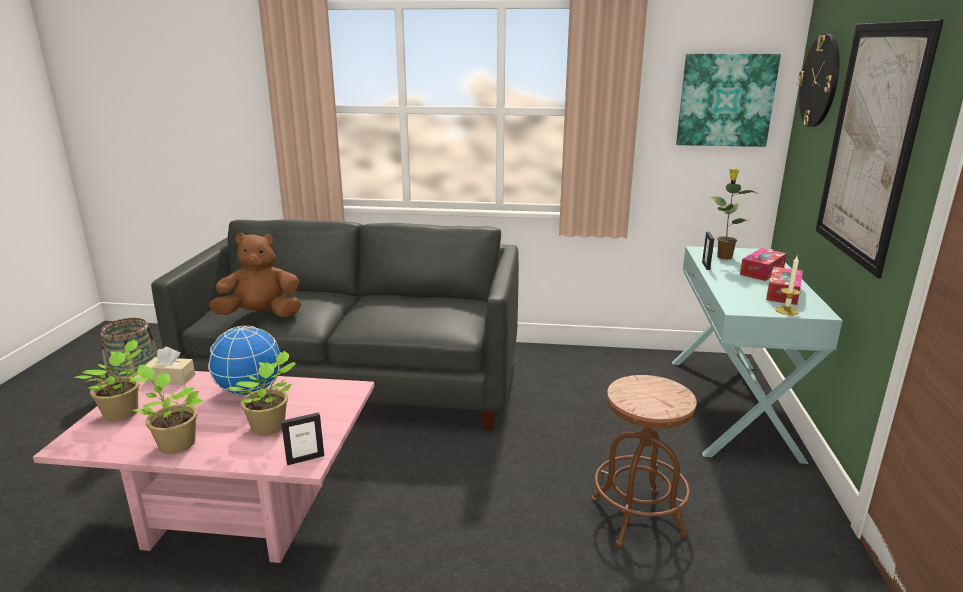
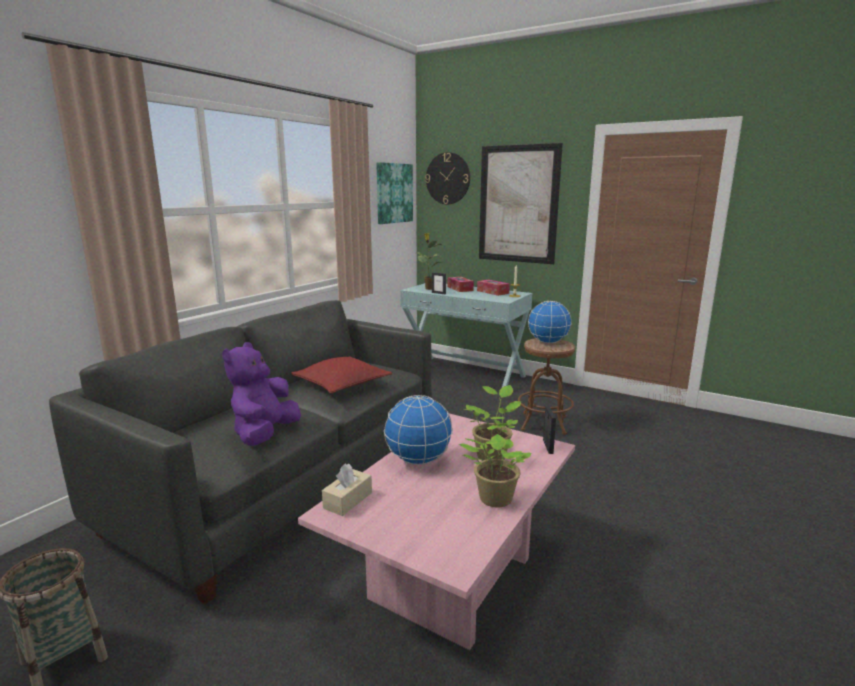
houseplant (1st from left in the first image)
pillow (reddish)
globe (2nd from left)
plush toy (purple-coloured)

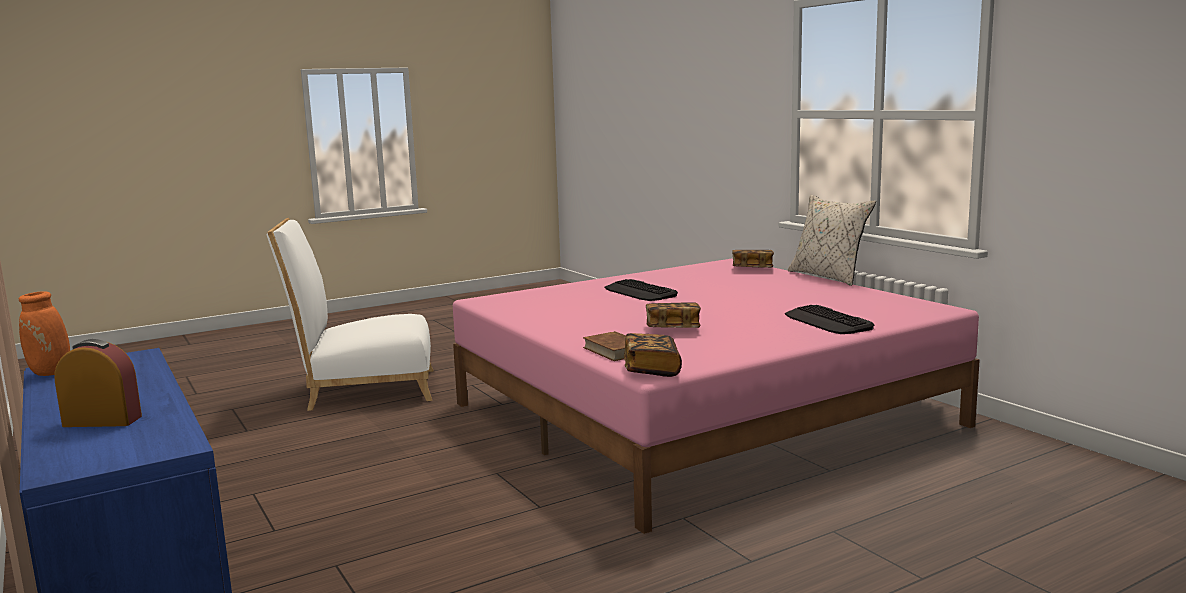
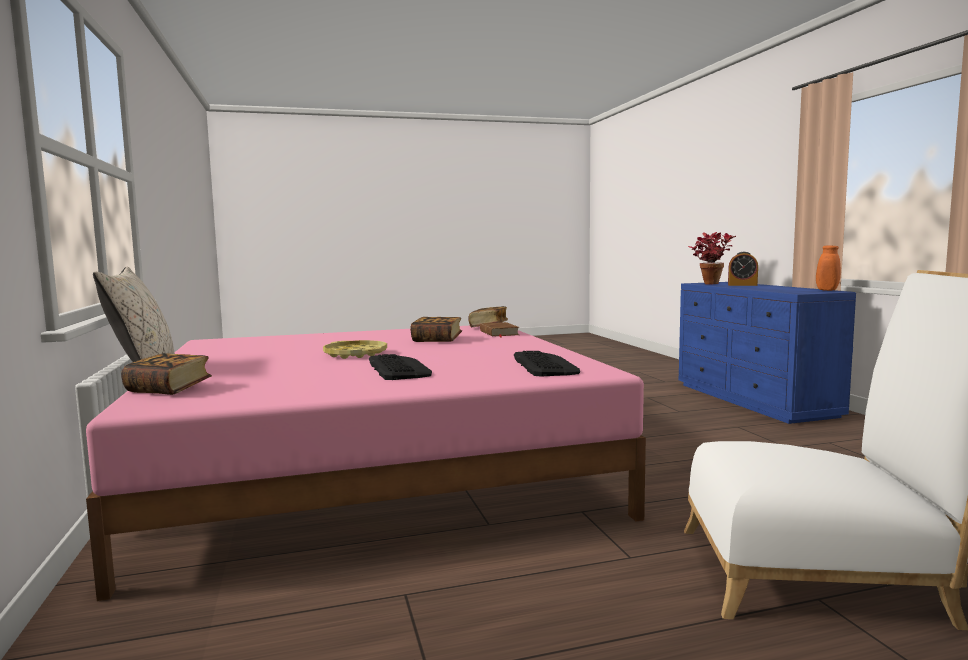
tray (yellow)
houseplant
keyboard (2nd from left)

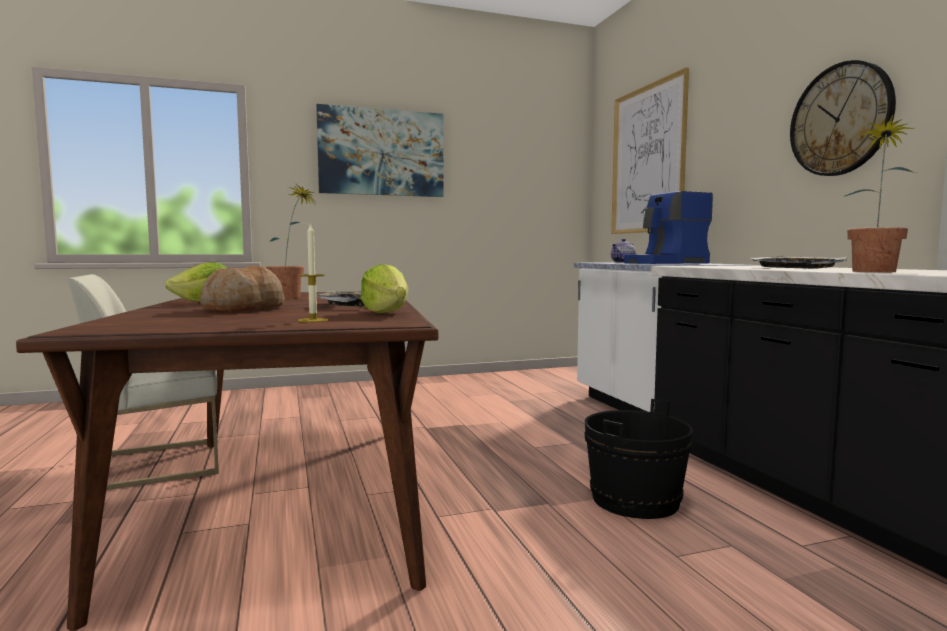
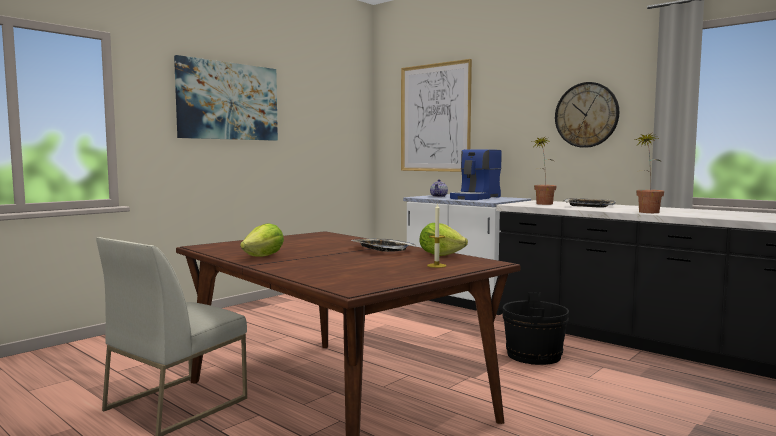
bakery bread
houseplant (1st from left)

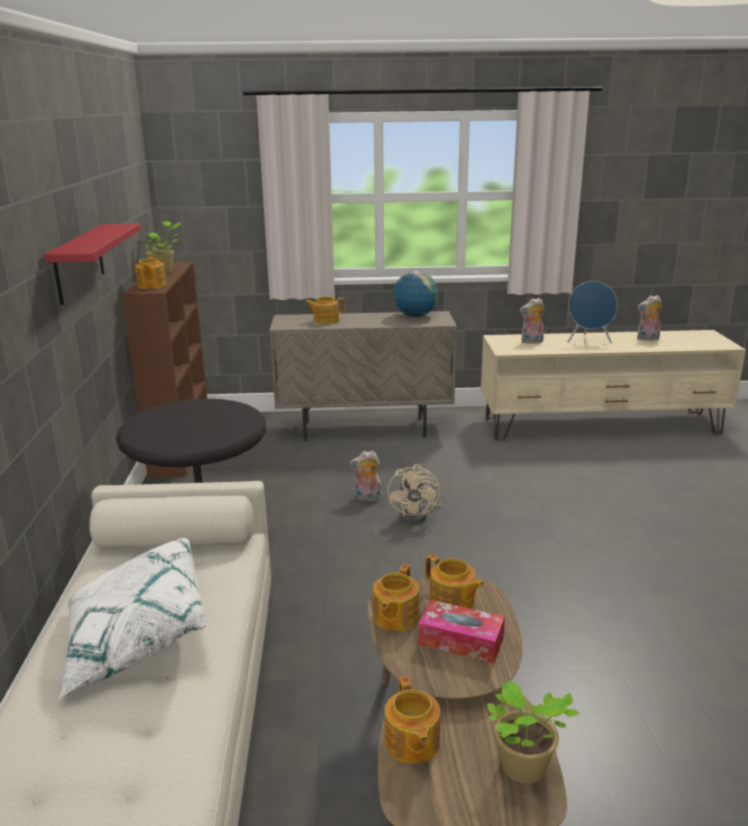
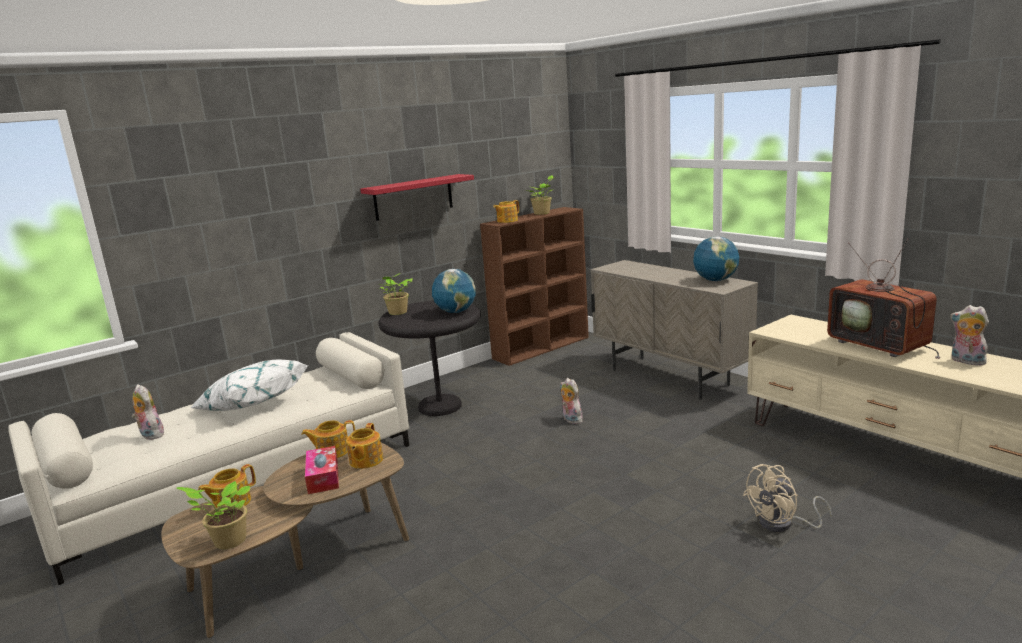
tea pot (2nd from left in the first image)
houseplant (2nd from left)
globe (1st from left)
cooling fan (beige)
plush toy (1st from left)
television

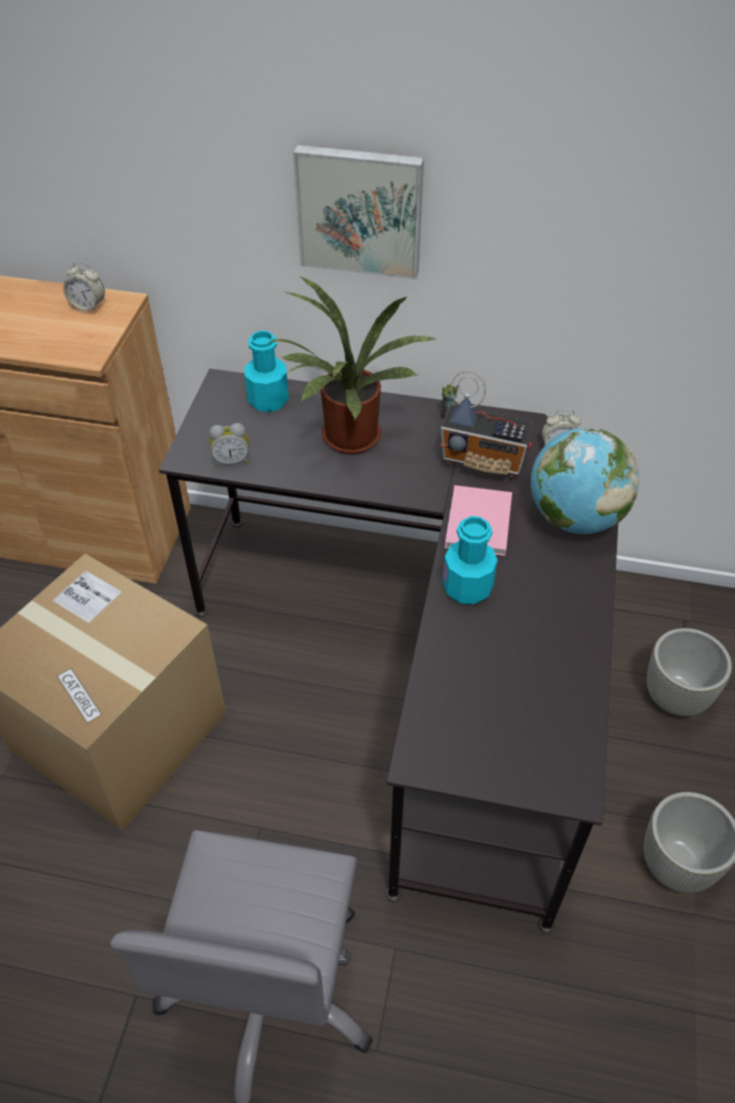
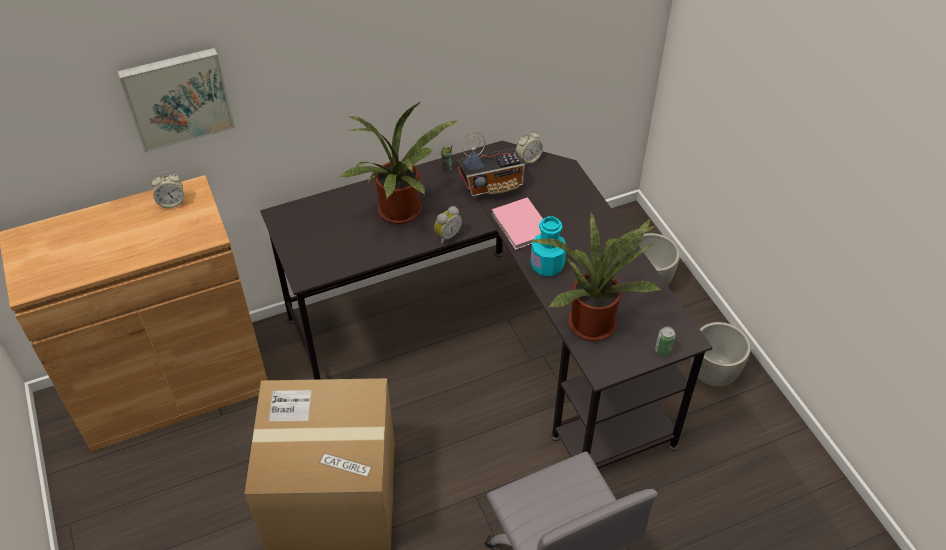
bottle (turquoise) (1st from left in the first image)
globe
houseplant (2nd from left)
can
bedside clock (2nd from left)
wall picture

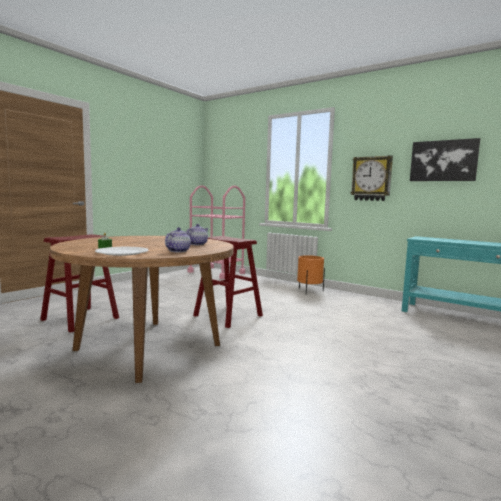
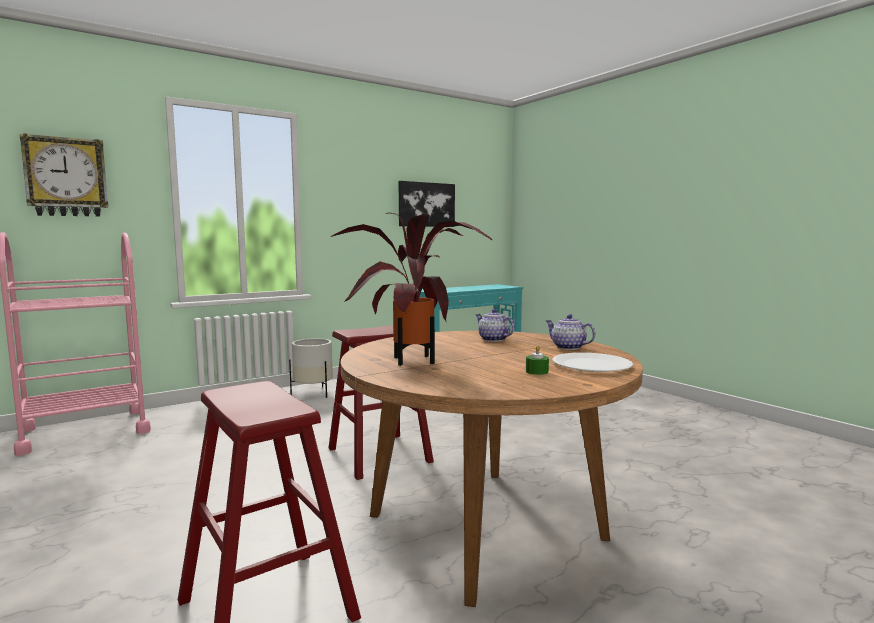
houseplant
wall clock
flower pot (white-coloured)

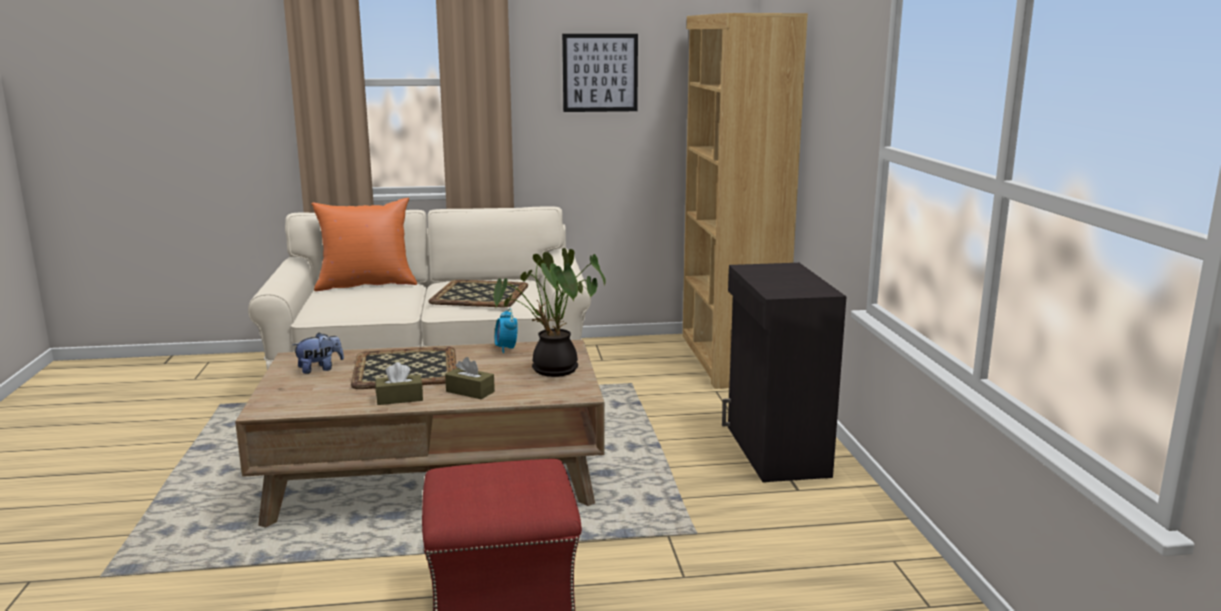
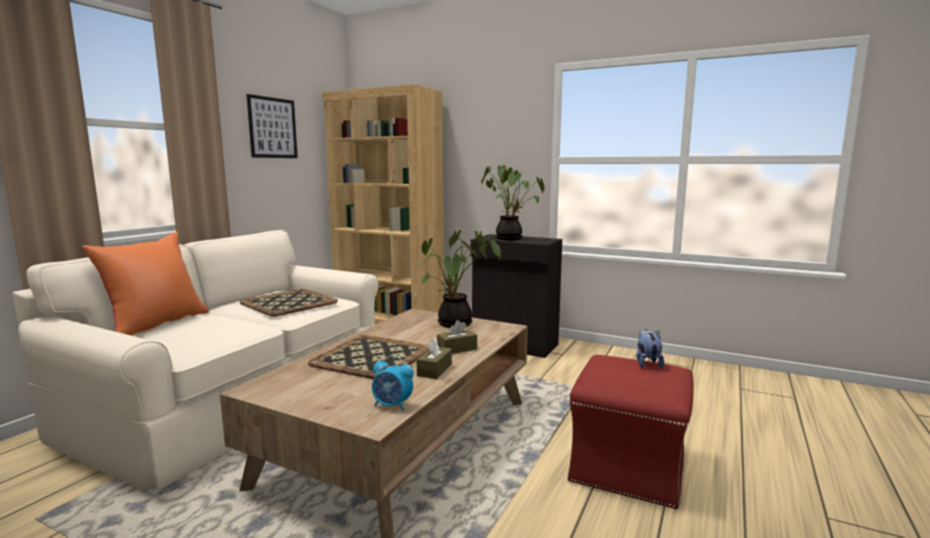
houseplant (2nd from left)
plush toy
bedside clock

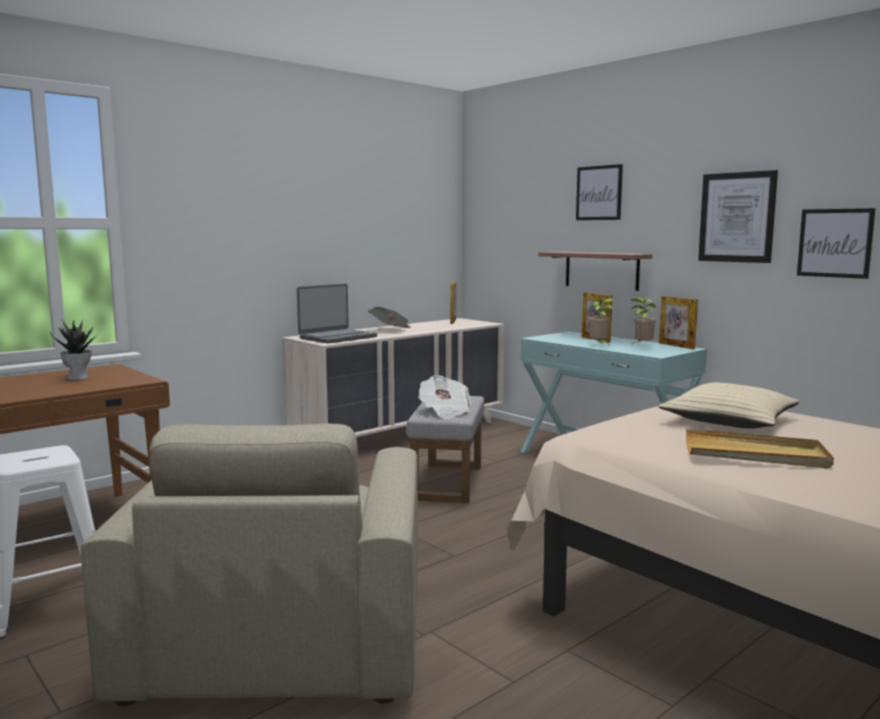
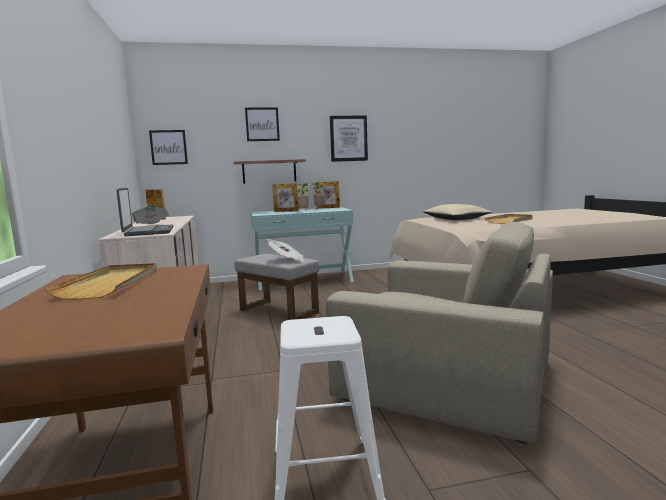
wall picture (1st from left)
tray (beige) (1st from left)

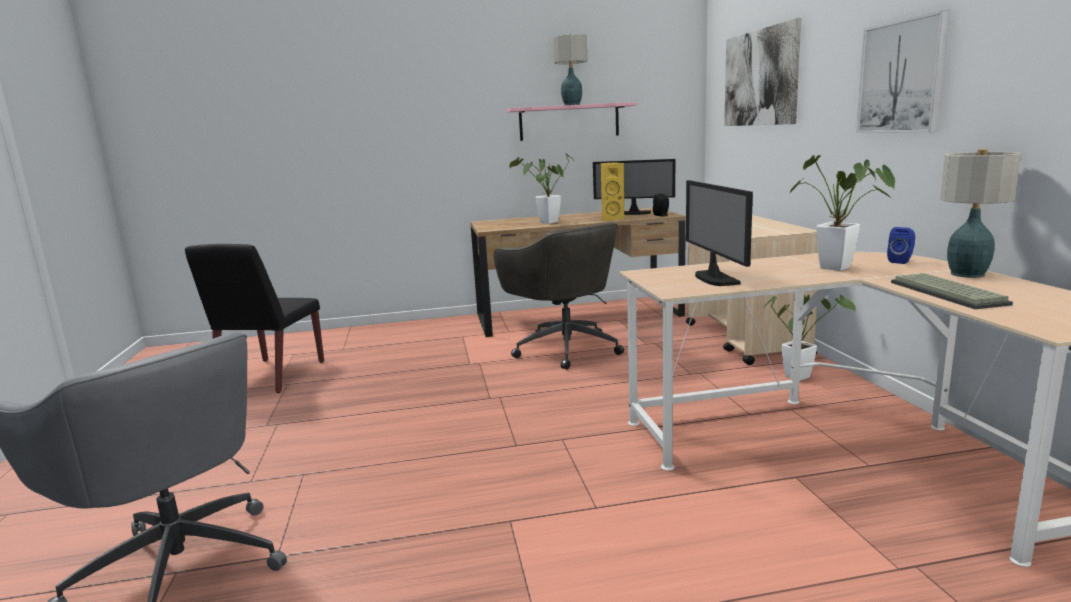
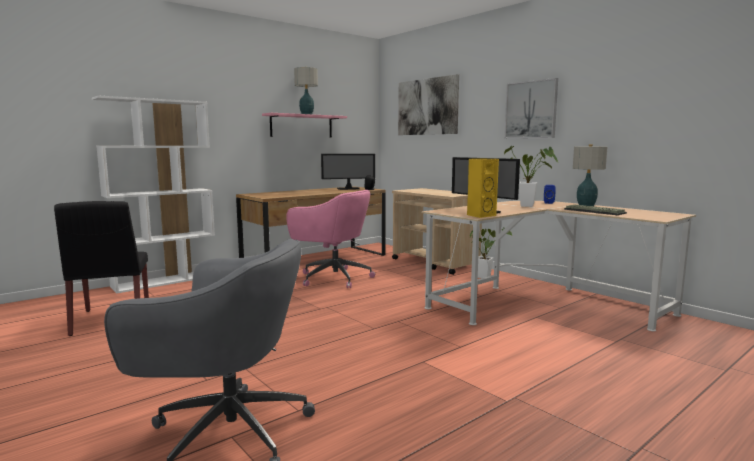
houseplant (1st from left in the first image)
shelving unit (white-coloured)
loudspeaker (yellow)
office chair (pinkish)

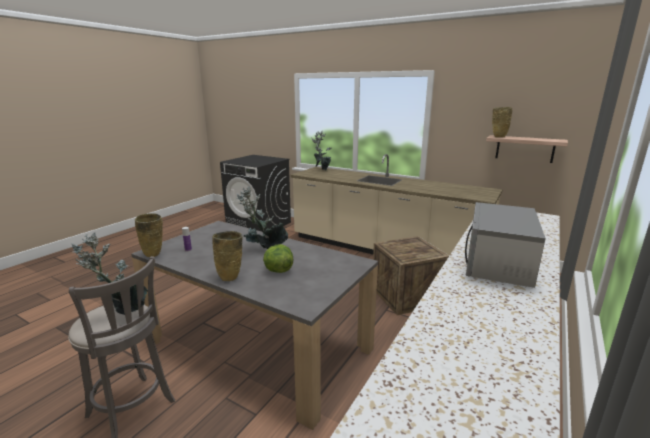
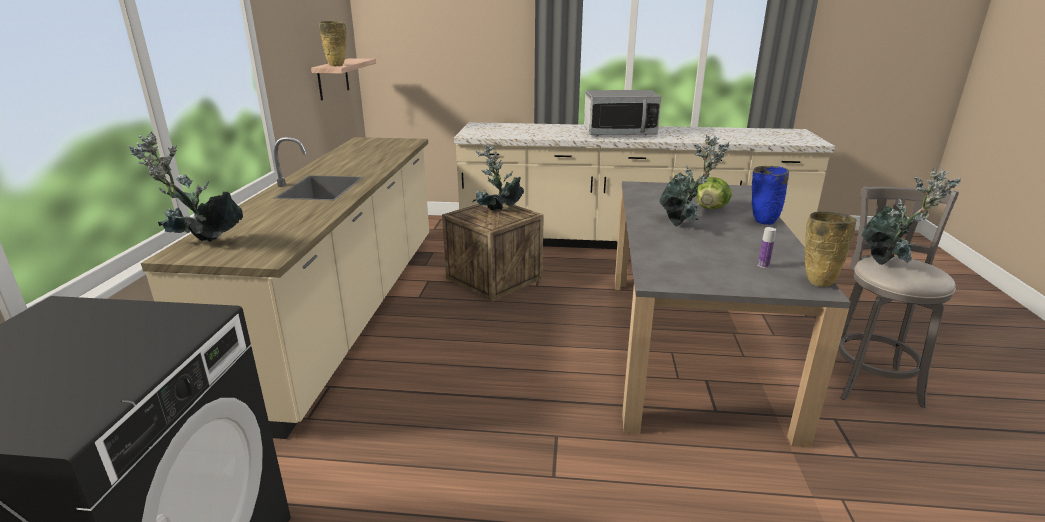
houseplant (2nd from left)
vase (bluish)

